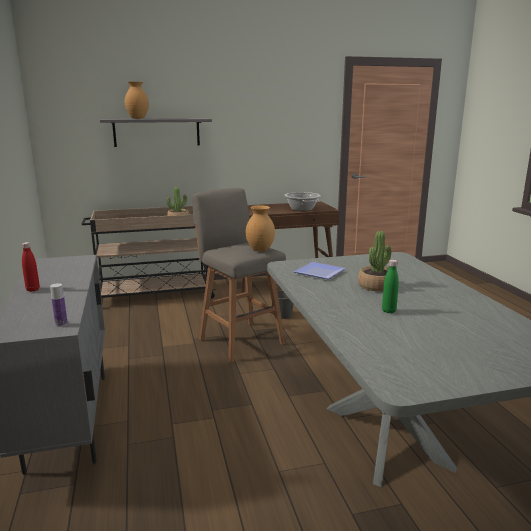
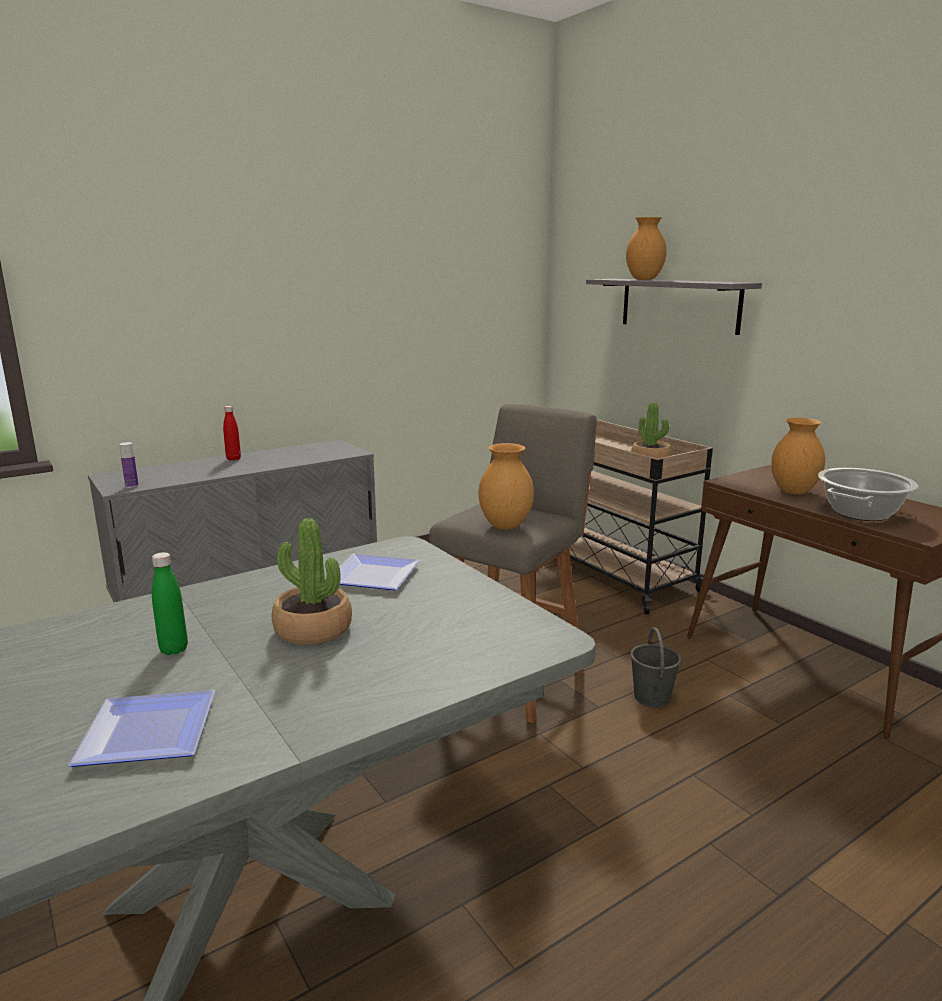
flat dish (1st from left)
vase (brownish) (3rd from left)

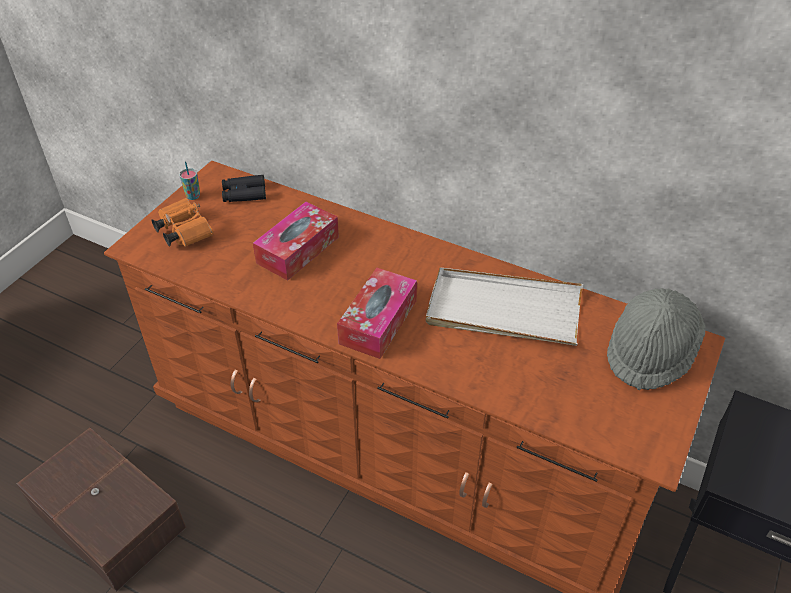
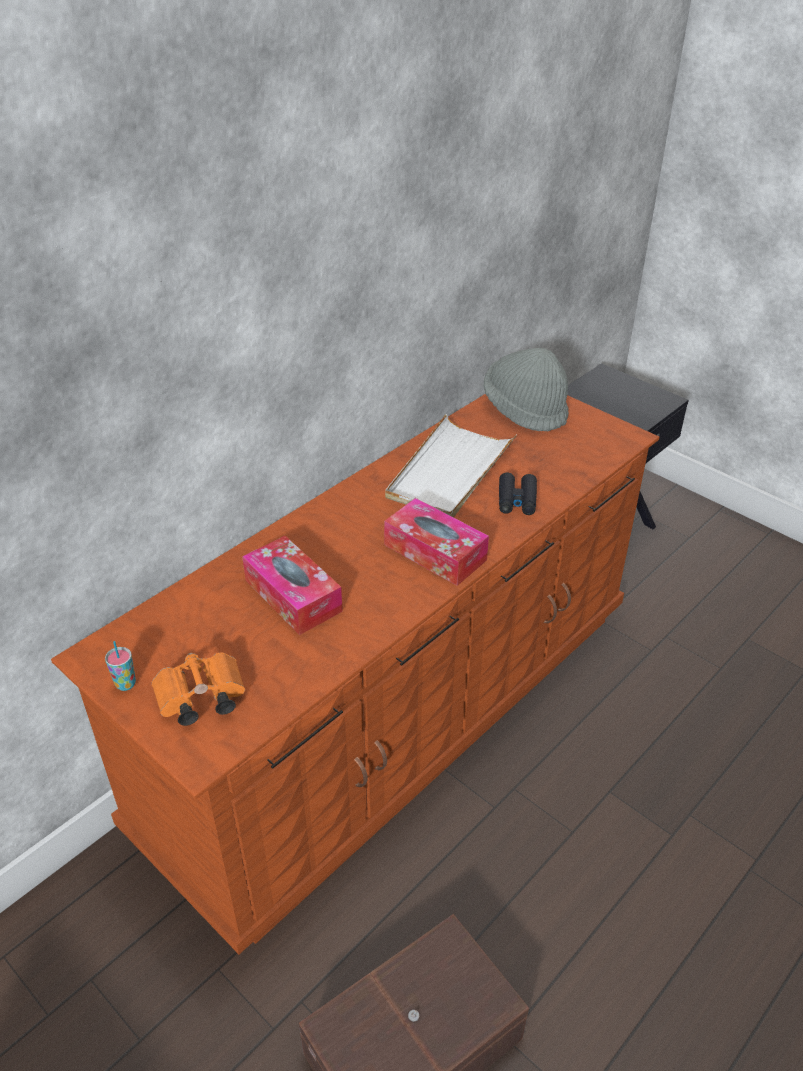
pair of binoculars (black)

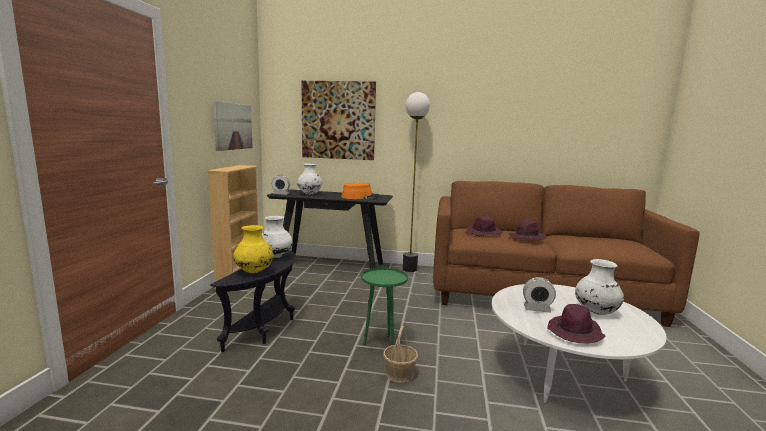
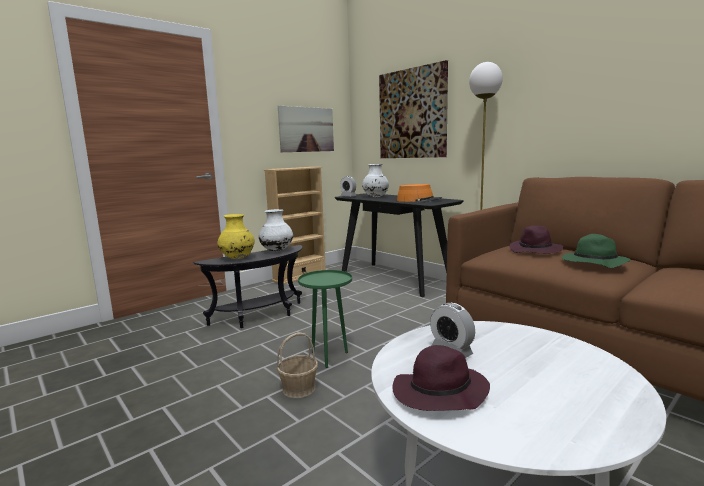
vase (white-coloured) (3rd from left in the first image)
clothing hat (green)

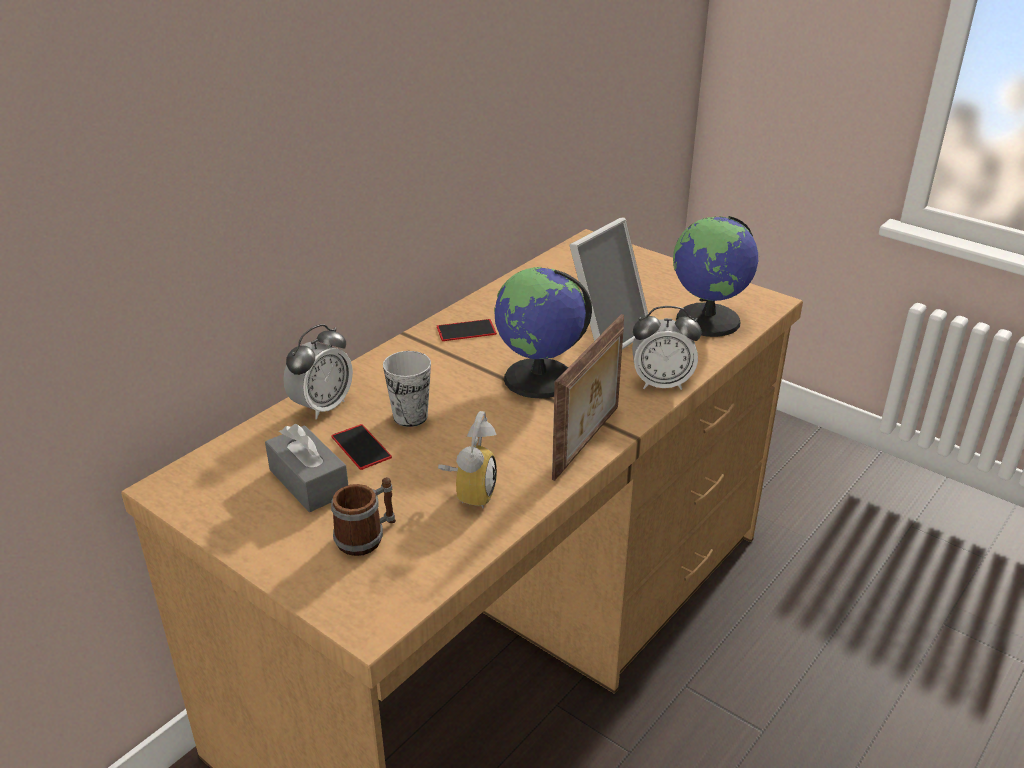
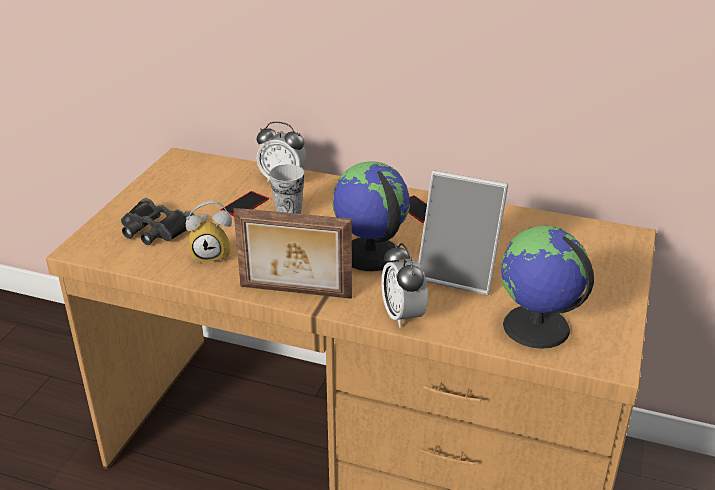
tissue box (grey)
pair of binoculars (black)

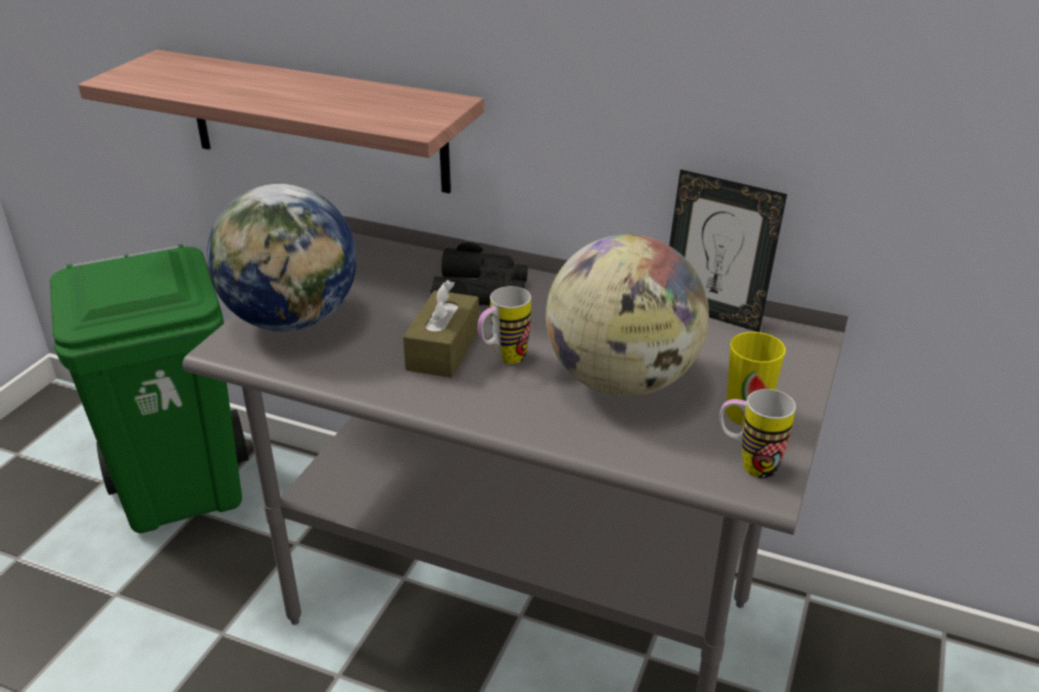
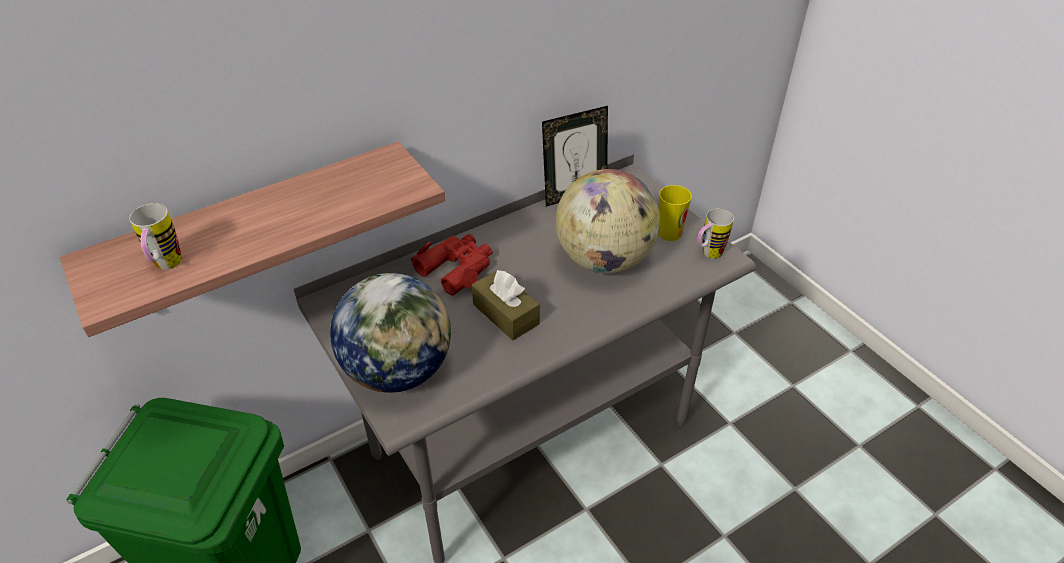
coffee mug (1st from left)
pair of binoculars (reddish)

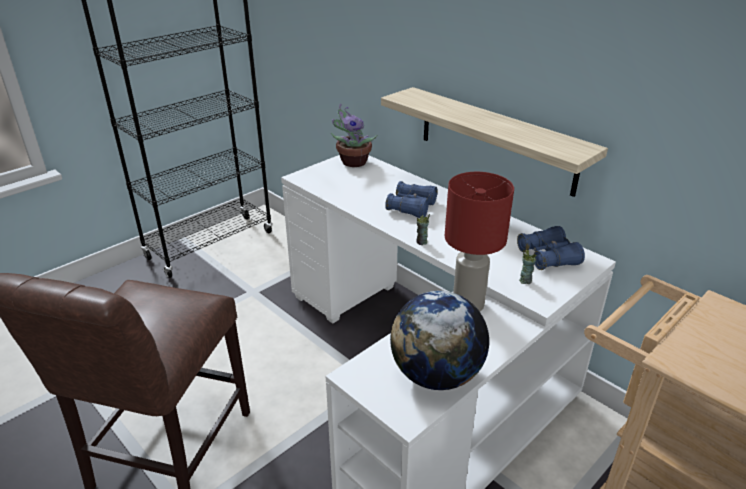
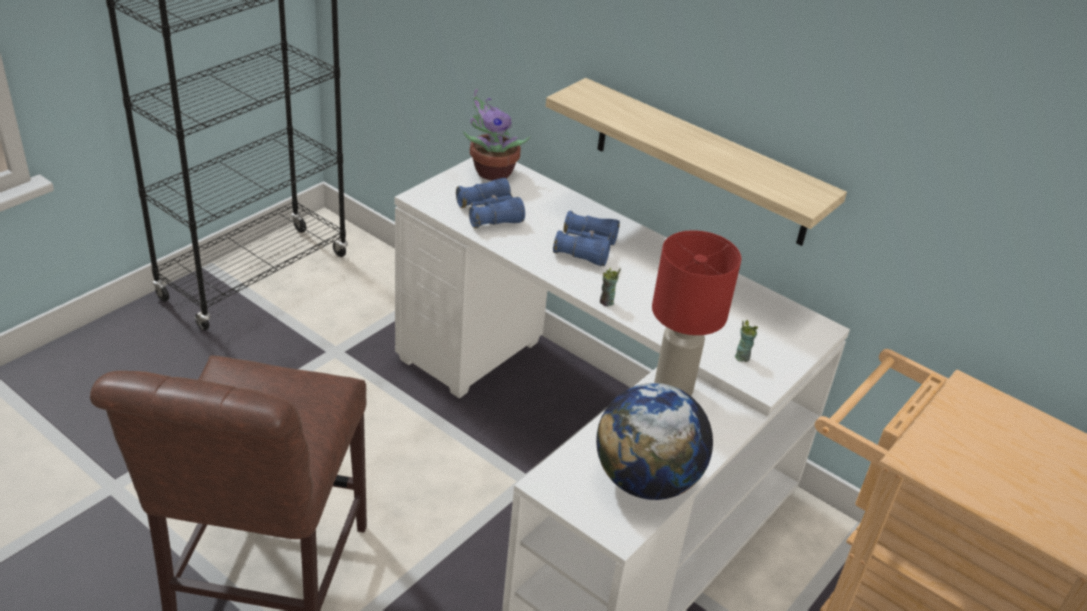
pair of binoculars (bluish) (1st from left)

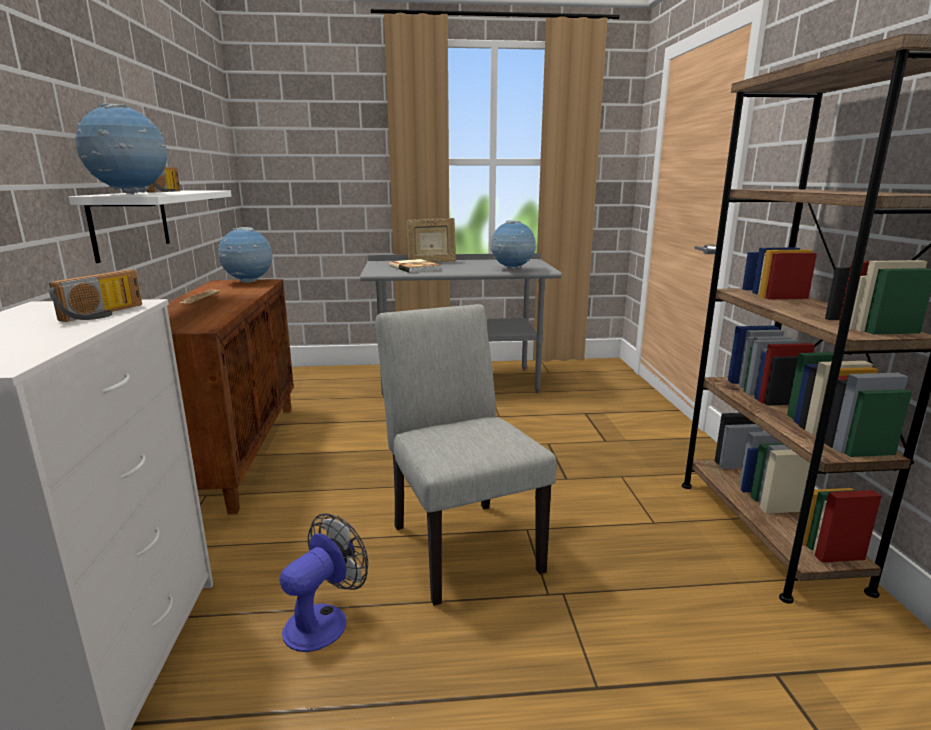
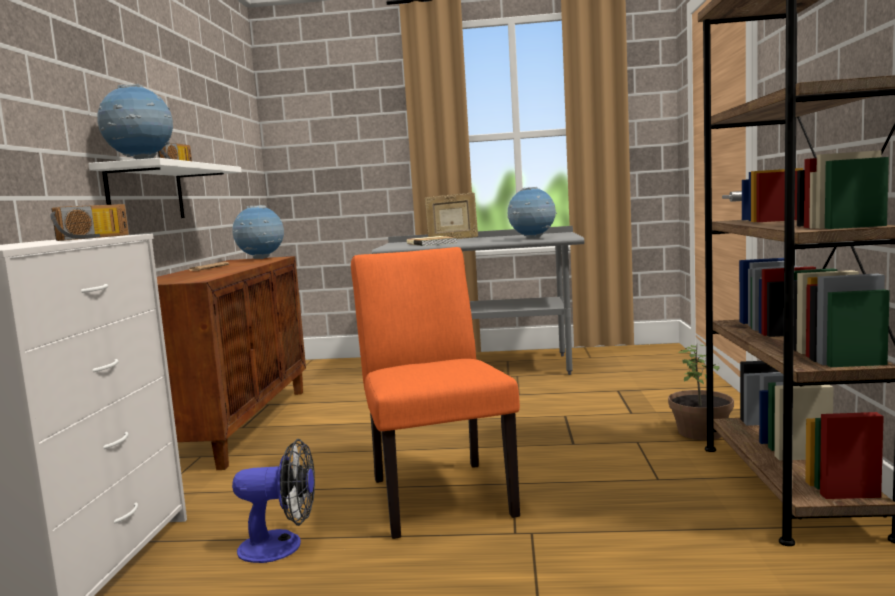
houseplant
plain chair (orange)
cooling fan

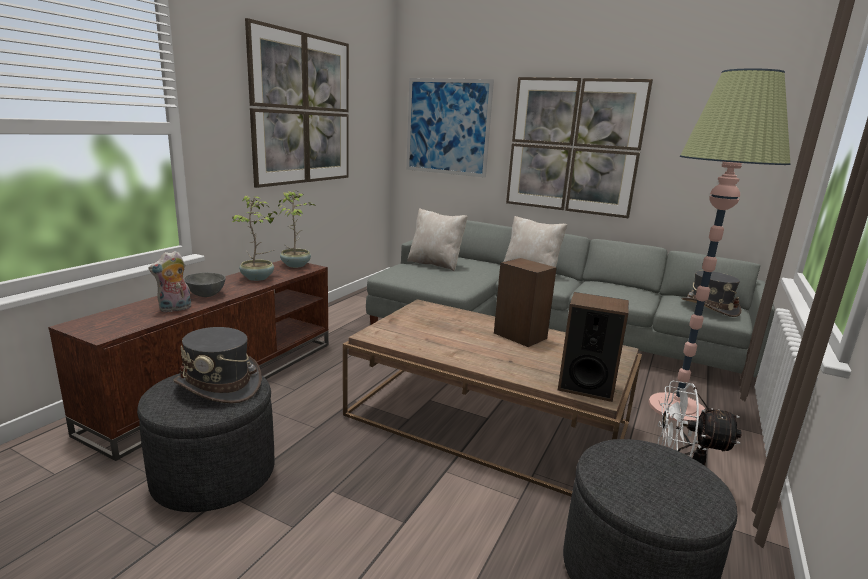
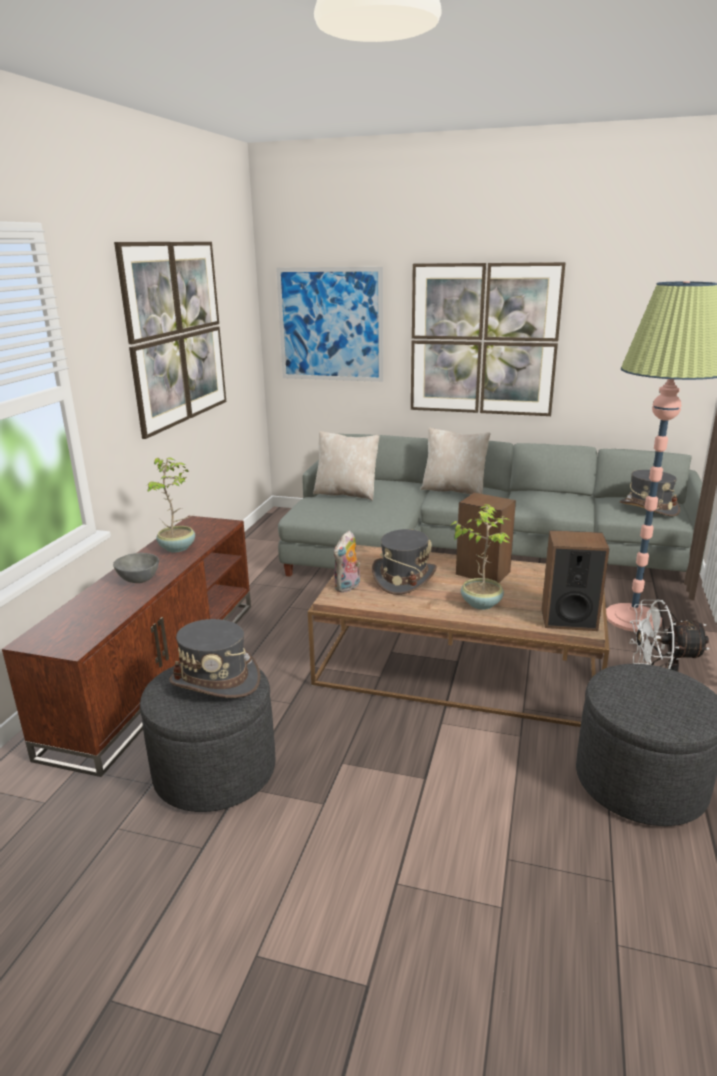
clothing hat (grey) (2nd from left)
plush toy
houseplant (2nd from left)

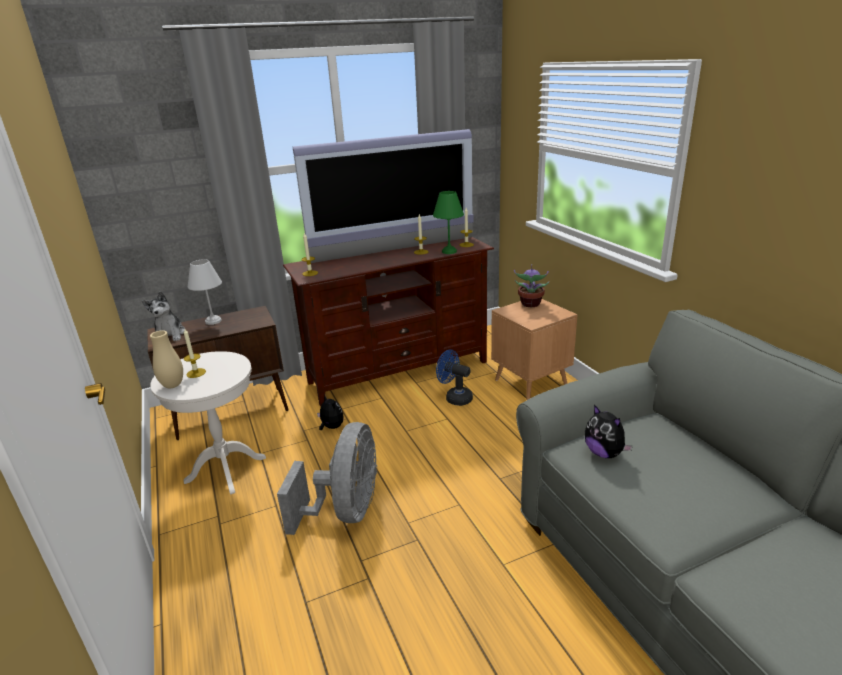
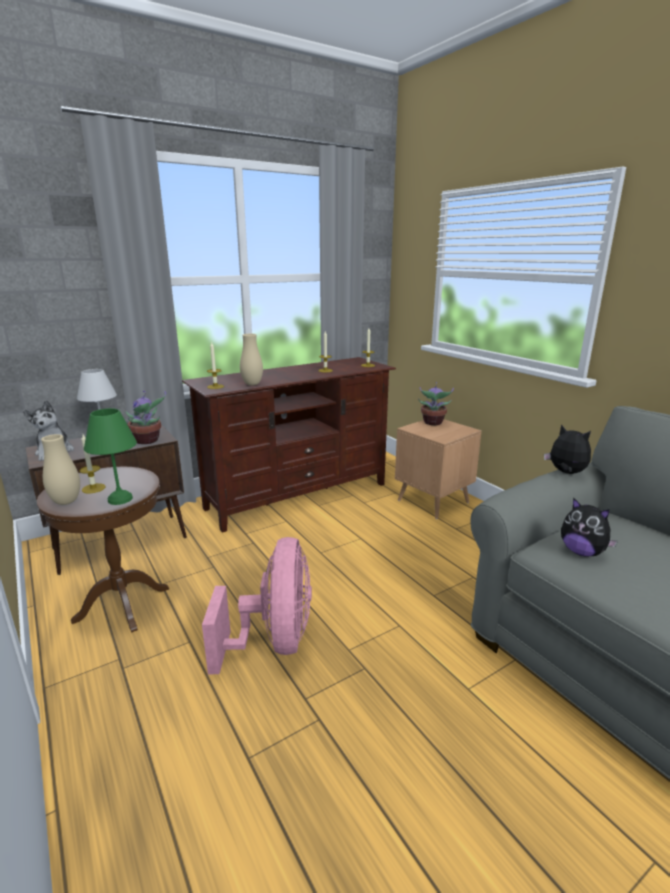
television
cooling fan (bluish)
houseplant (1st from left)
vase (beige) (2nd from left)
plush toy (2nd from left)
tabletop lamp (green)
accent table (brownish) (1st from left)
cooling fan (pinkish)

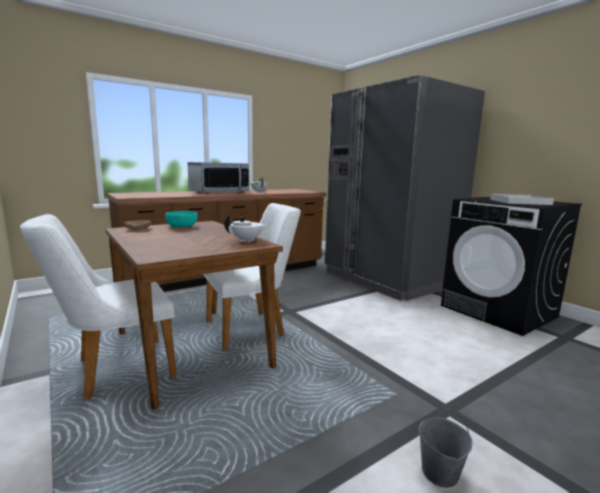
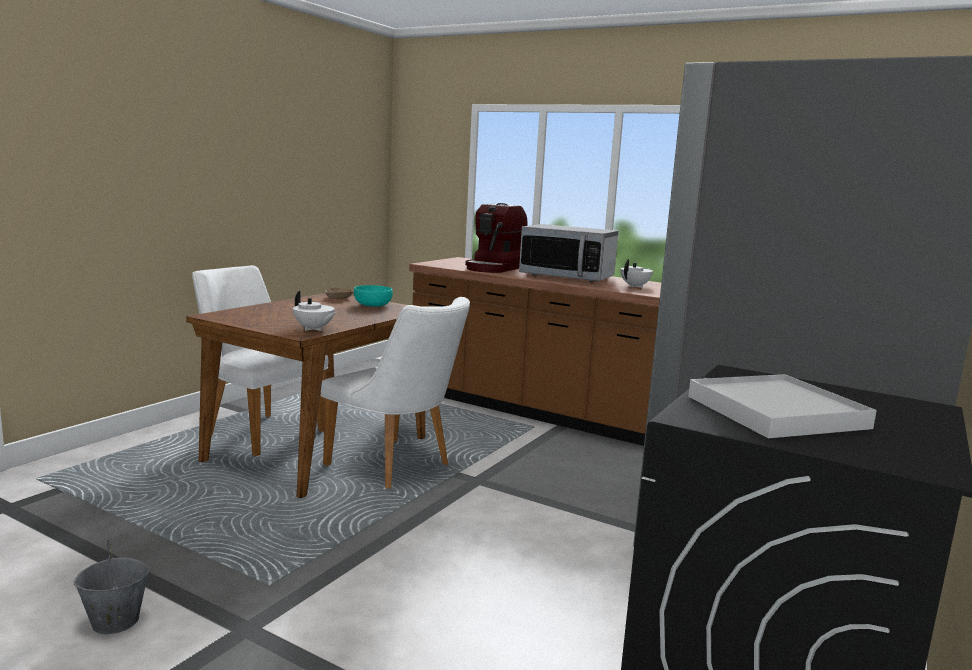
coffee maker

